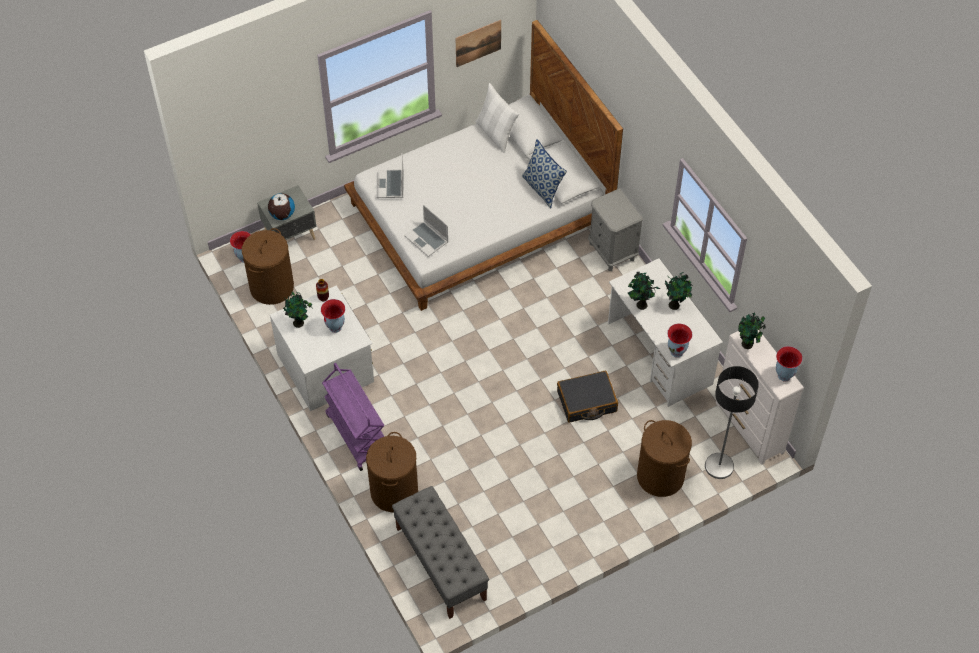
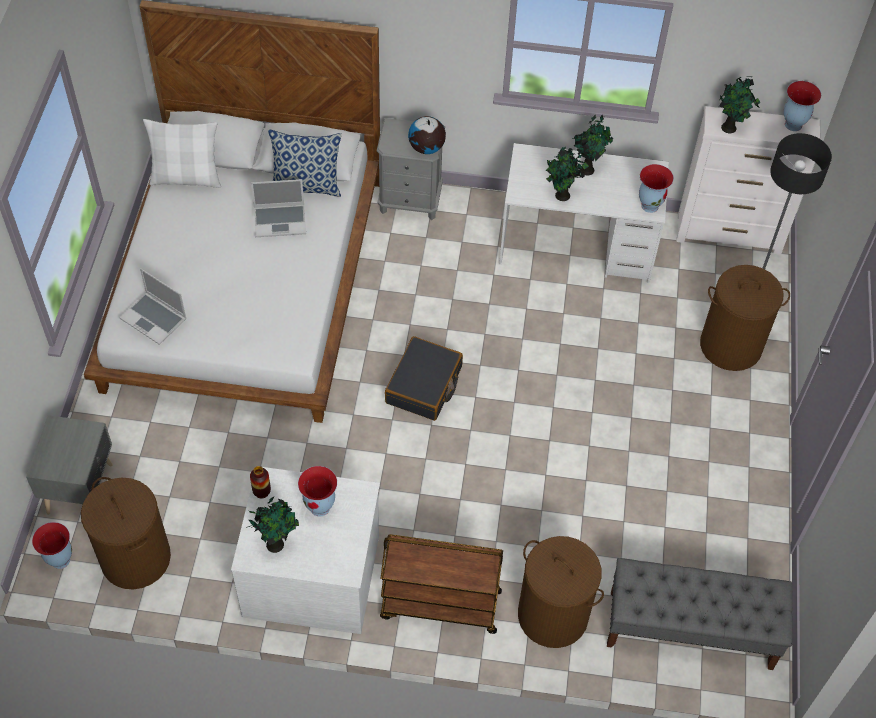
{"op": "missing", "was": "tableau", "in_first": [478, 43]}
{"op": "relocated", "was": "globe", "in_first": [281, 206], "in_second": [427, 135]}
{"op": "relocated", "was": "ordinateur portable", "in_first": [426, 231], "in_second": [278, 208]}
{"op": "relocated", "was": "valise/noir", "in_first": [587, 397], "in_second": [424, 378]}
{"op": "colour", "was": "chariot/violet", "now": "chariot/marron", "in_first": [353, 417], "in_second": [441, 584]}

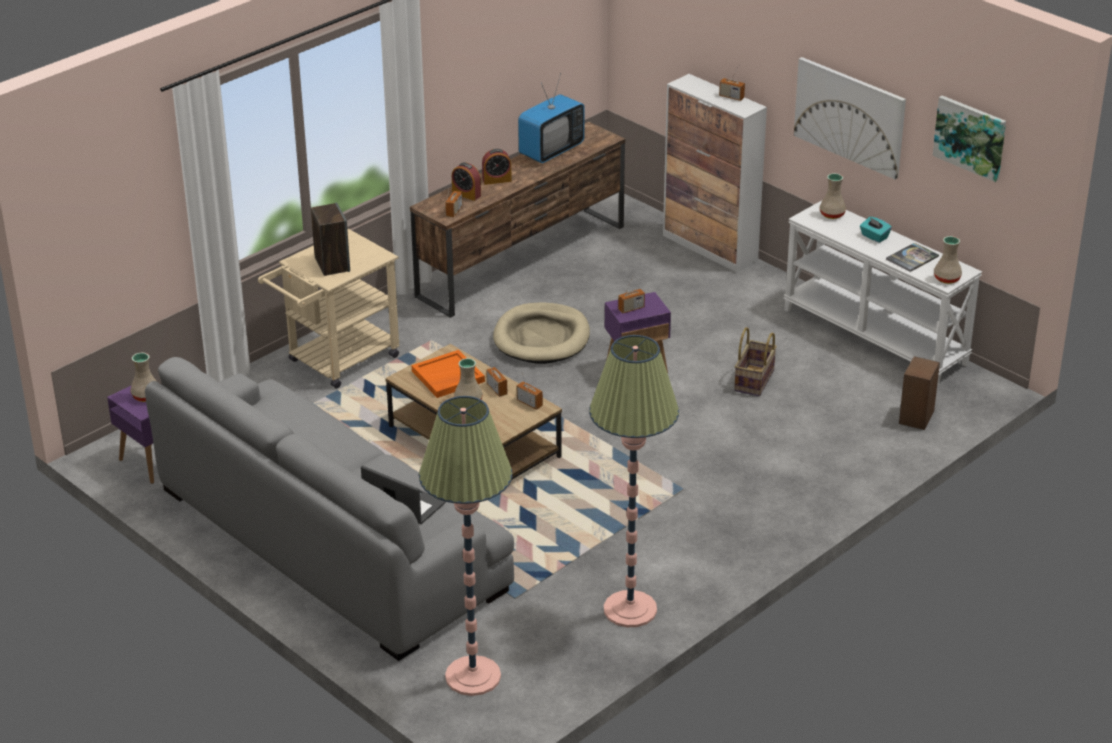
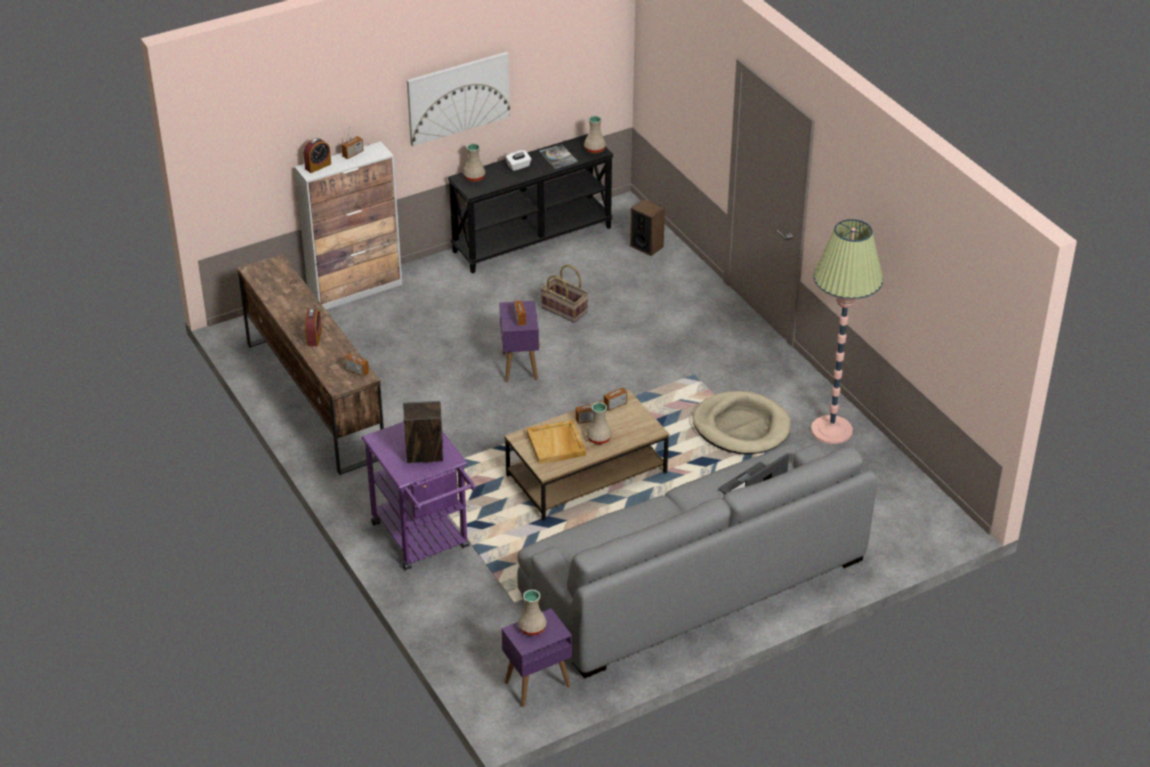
{"op": "missing", "was": "lampadaire", "in_first": [466, 546]}
{"op": "missing", "was": "téléviseur", "in_first": [551, 118]}
{"op": "missing", "was": "tableau", "in_first": [969, 138]}
{"op": "relocated", "was": "réveil", "in_first": [466, 182], "in_second": [317, 155]}
{"op": "relocated", "was": "panier pour chien/beige", "in_first": [541, 333], "in_second": [742, 422]}
{"op": "colour", "was": "chariot/beige", "now": "chariot/violet", "in_first": [328, 308], "in_second": [419, 496]}
{"op": "colour", "was": "plateau/orange", "now": "plateau/beige", "in_first": [448, 374], "in_second": [556, 442]}
{"op": "colour", "was": "table console/blanc", "now": "table console/noir", "in_first": [882, 293], "in_second": [531, 203]}
{"op": "colour", "was": "boîte à mouchoirs/turquoise", "now": "boîte à mouchoirs/blanc", "in_first": [876, 230], "in_second": [518, 160]}

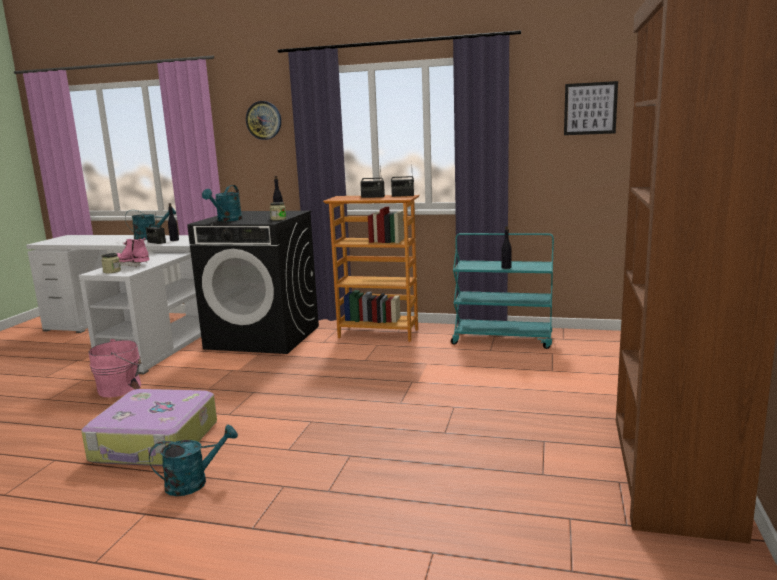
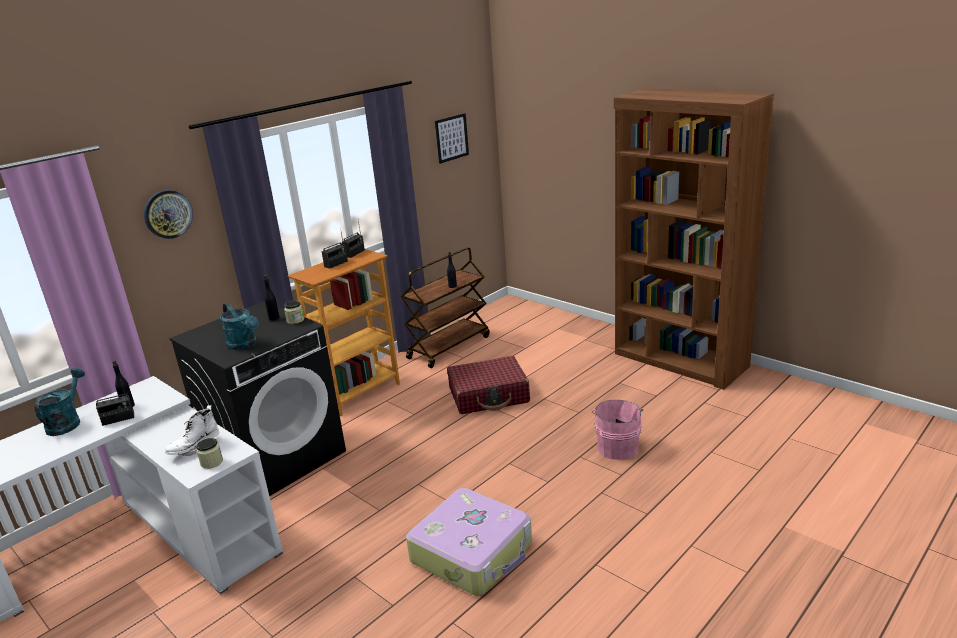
{"op": "missing", "was": "arrosoir/turquoise", "in_first": [193, 460]}
{"op": "appeared", "now": "valise/rouge", "in_second": [488, 385]}
{"op": "relocated", "was": "seau/rose", "in_first": [115, 368], "in_second": [617, 429]}
{"op": "colour", "was": "botte/rose", "now": "botte/blanc", "in_first": [133, 252], "in_second": [192, 430]}
{"op": "colour", "was": "chariot/turquoise", "now": "chariot/marron", "in_first": [502, 291], "in_second": [445, 307]}

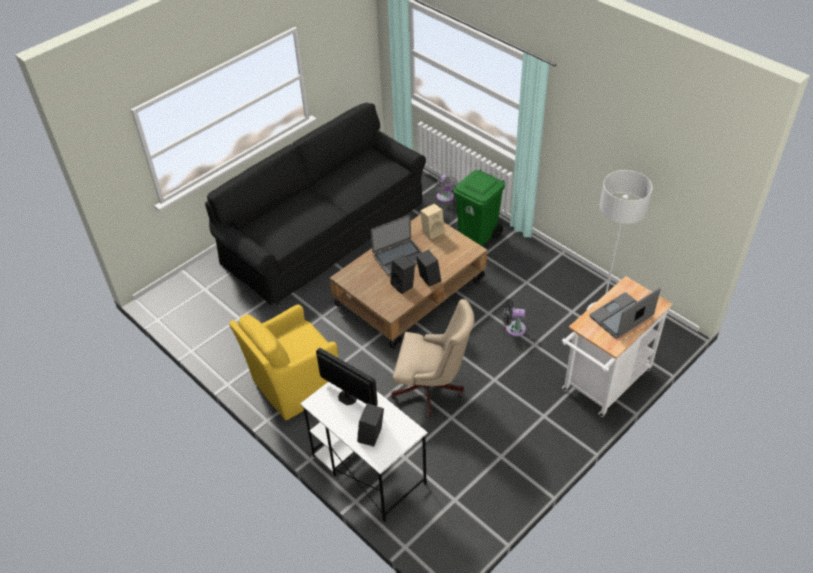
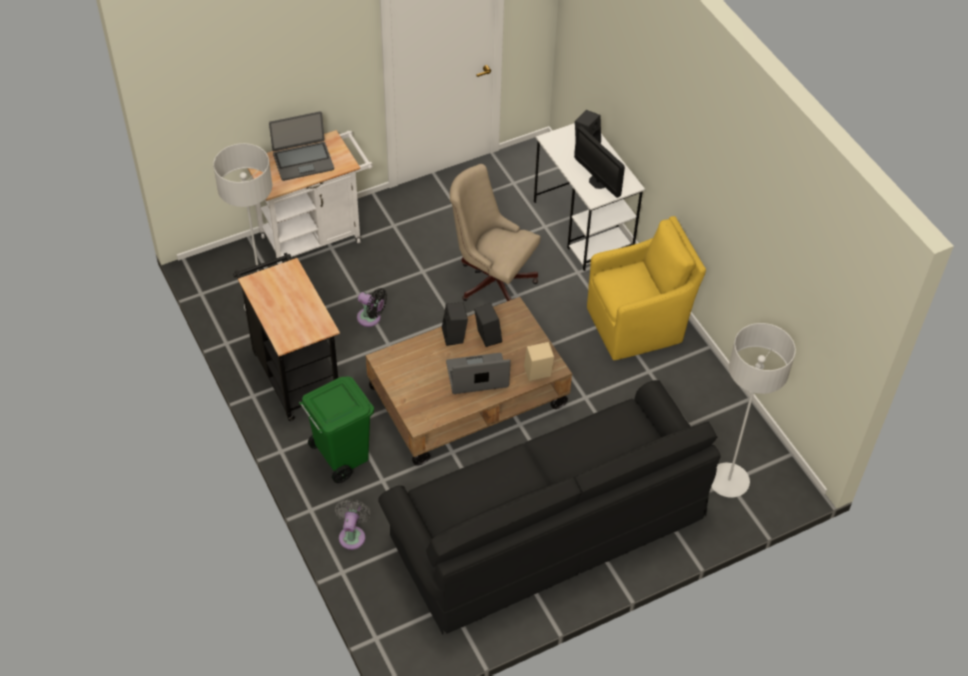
{"op": "appeared", "now": "chariot/noir", "in_second": [286, 337]}
{"op": "appeared", "now": "lampadaire/gris", "in_second": [753, 410]}
{"op": "relocated", "was": "enceinte/beige", "in_first": [432, 222], "in_second": [539, 361]}

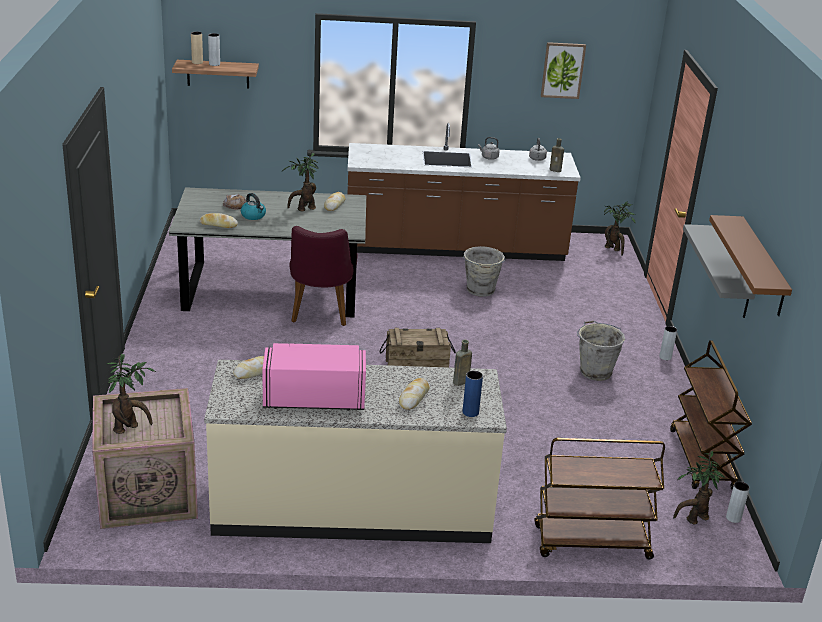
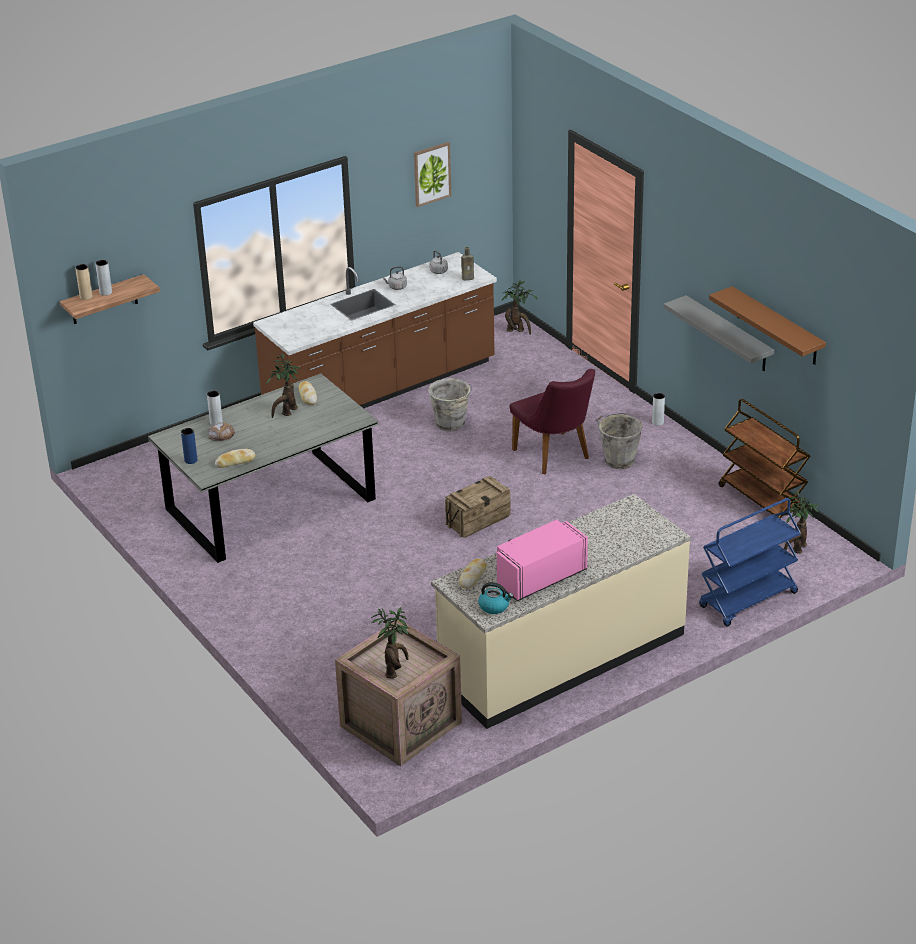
{"op": "missing", "was": "pain", "in_first": [414, 394]}
{"op": "missing", "was": "bouteille/marron", "in_first": [462, 363]}
{"op": "relocated", "was": "bouilloire", "in_first": [253, 206], "in_second": [495, 598]}
{"op": "relocated", "was": "chaise/violet", "in_first": [324, 276], "in_second": [552, 421]}
{"op": "relocated", "was": "vase/bleu", "in_first": [473, 394], "in_second": [189, 446]}
{"op": "relocated", "was": "vase/gris", "in_first": [738, 502], "in_second": [215, 408]}
{"op": "colour", "was": "chariot/marron", "now": "chariot/bleu", "in_first": [599, 499], "in_second": [750, 562]}

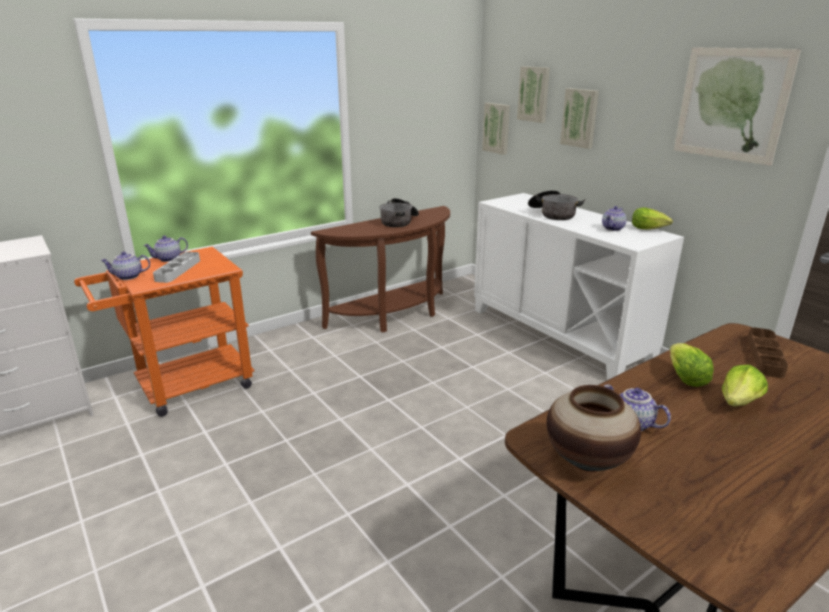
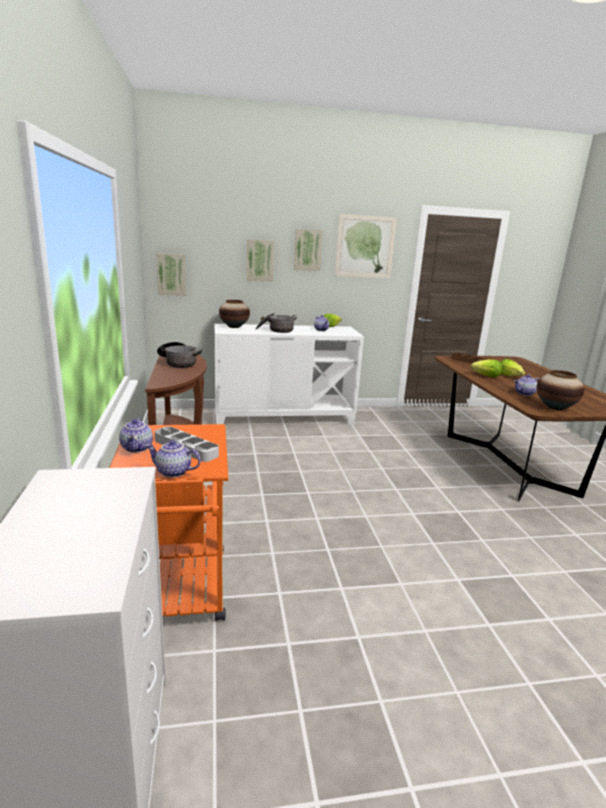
{"op": "appeared", "now": "vase", "in_second": [234, 314]}
{"op": "relocated", "was": "tableau", "in_first": [533, 94], "in_second": [308, 250]}
{"op": "spun", "was": "théière", "in_first": [125, 265], "in_second": [173, 459], "clockwise": 90}

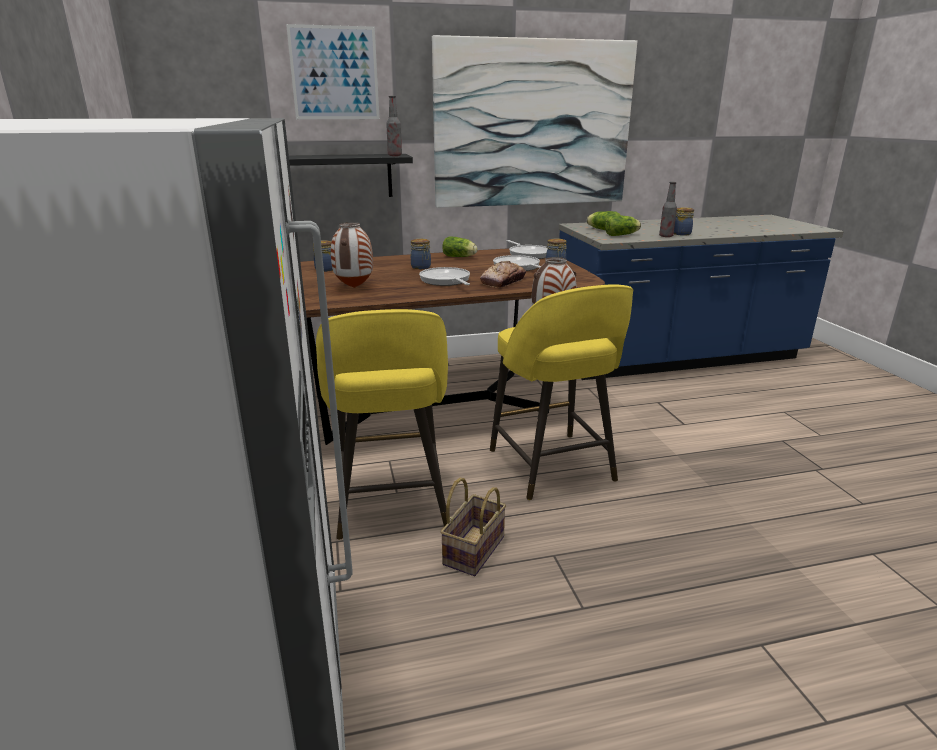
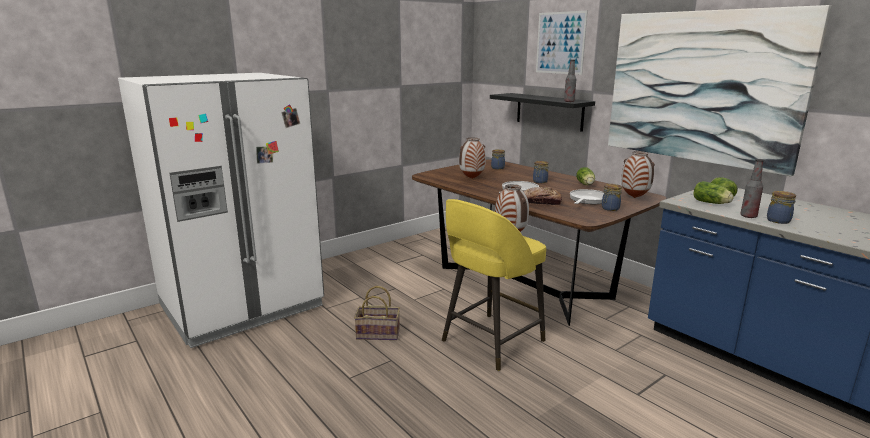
{"op": "missing", "was": "tabouret/jaune", "in_first": [382, 424]}
{"op": "exchanged", "was": "poêle", "now": "vase", "in_first": [526, 249], "in_second": [638, 174]}

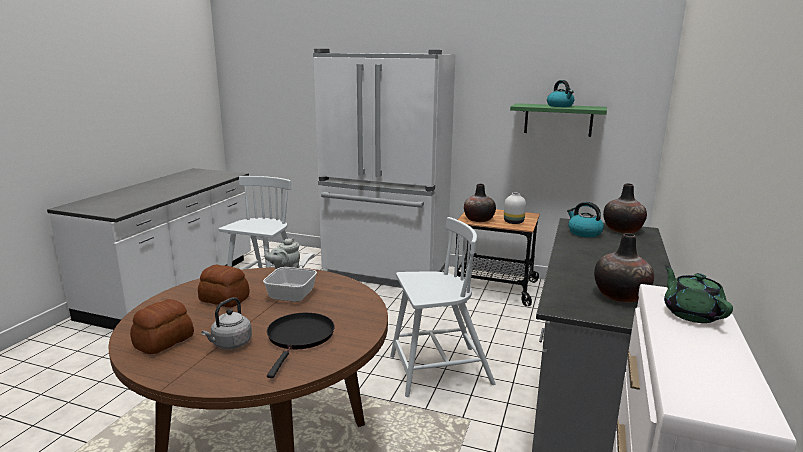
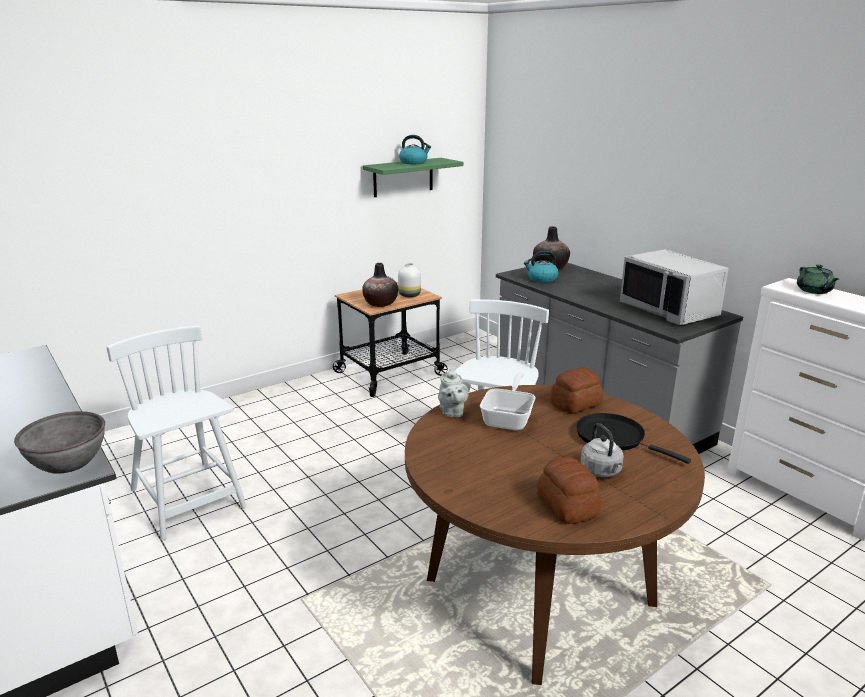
{"op": "missing", "was": "réfrigérateur/blanc", "in_first": [384, 168]}
{"op": "appeared", "now": "bol/gris", "in_second": [59, 442]}
{"op": "relocated", "was": "pain", "in_first": [223, 286], "in_second": [576, 390]}
{"op": "exchanged", "was": "vase", "now": "micro-ondes/gris", "in_first": [624, 267], "in_second": [674, 287]}
{"op": "spun", "was": "poêle", "in_first": [290, 277], "in_second": [507, 401], "clockwise": 60}
{"op": "spun", "was": "théière/vert", "in_first": [698, 294], "in_second": [818, 279], "clockwise": -120}

